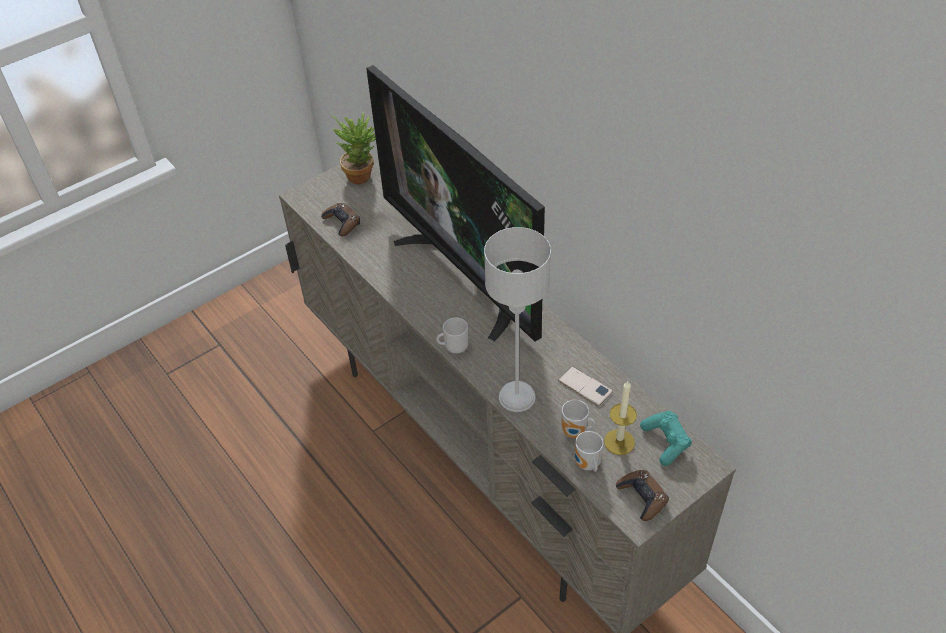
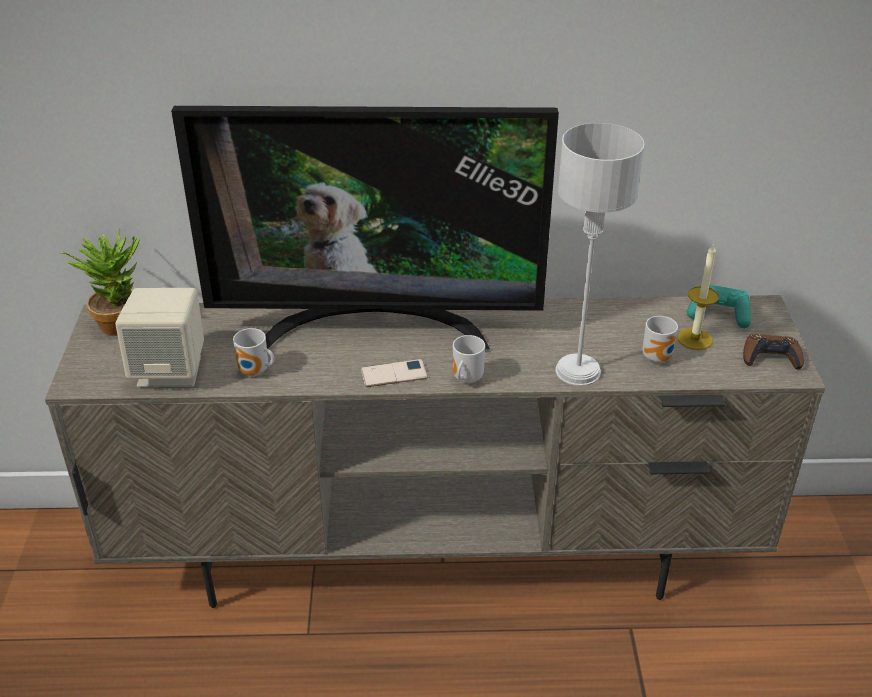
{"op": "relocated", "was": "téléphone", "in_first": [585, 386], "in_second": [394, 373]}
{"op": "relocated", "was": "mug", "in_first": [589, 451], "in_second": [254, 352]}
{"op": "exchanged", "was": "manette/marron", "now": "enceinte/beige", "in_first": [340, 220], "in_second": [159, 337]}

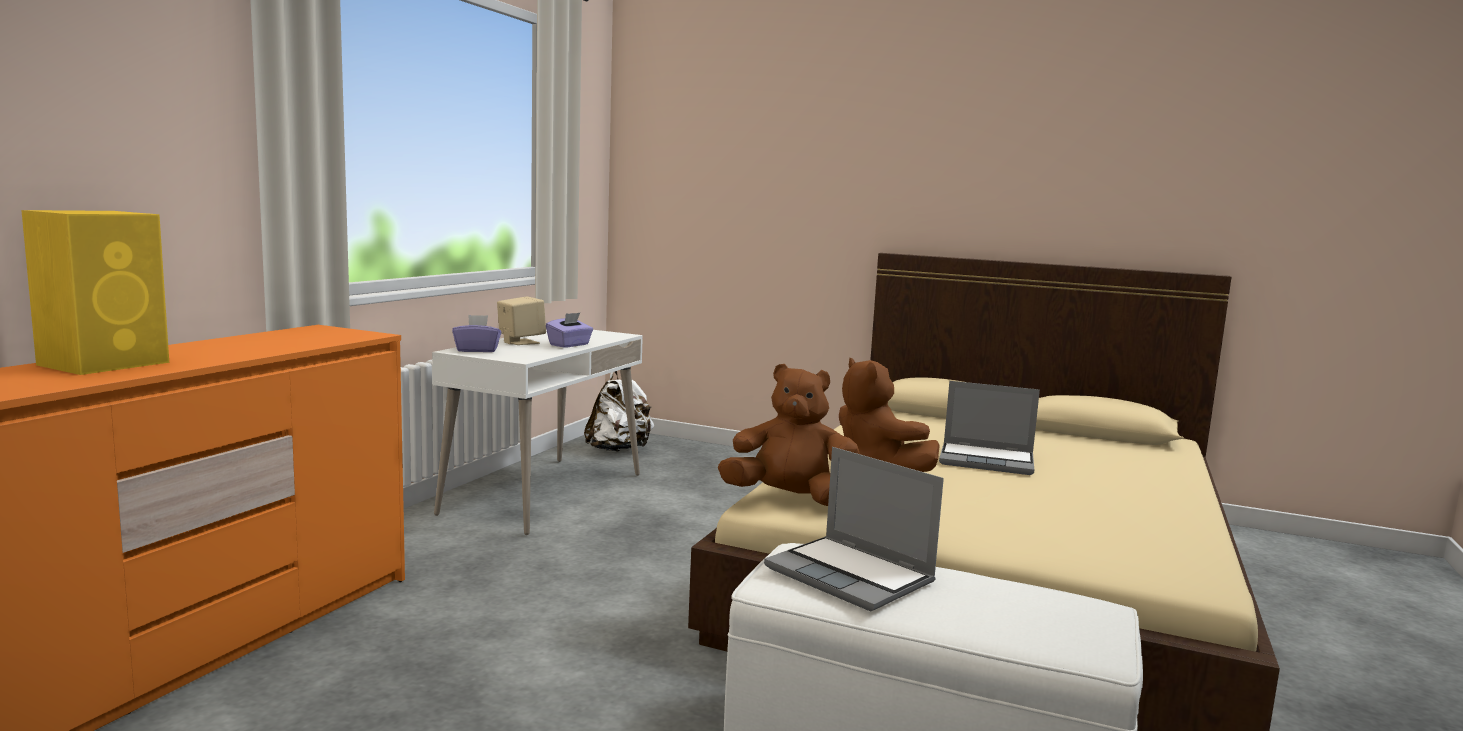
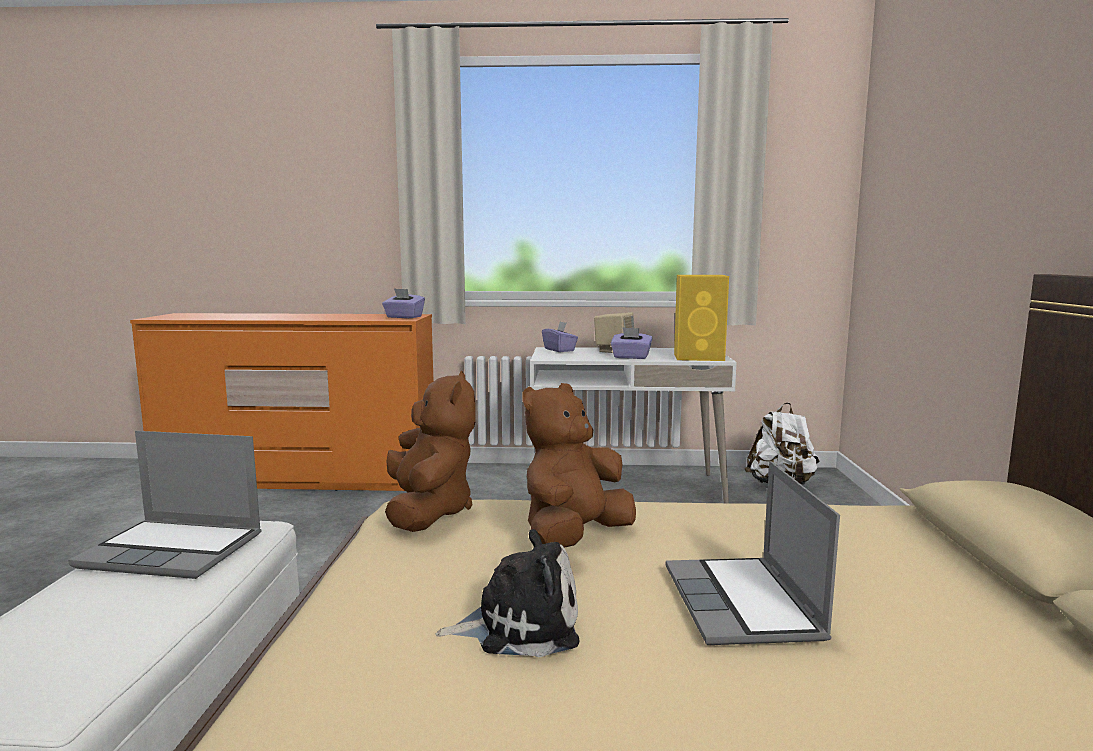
{"op": "appeared", "now": "boîte à mouchoirs/violet", "in_second": [403, 303]}
{"op": "appeared", "now": "peluche", "in_second": [507, 593]}
{"op": "relocated", "was": "enceinte/jaune", "in_first": [95, 292], "in_second": [701, 318]}
{"op": "spun", "was": "ordinateur portable", "in_first": [854, 529], "in_second": [164, 505], "clockwise": -105}

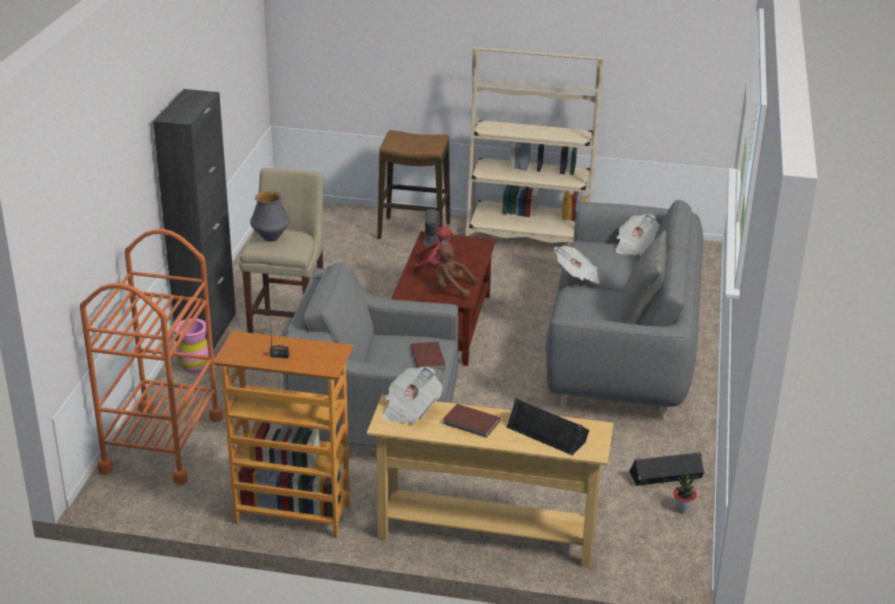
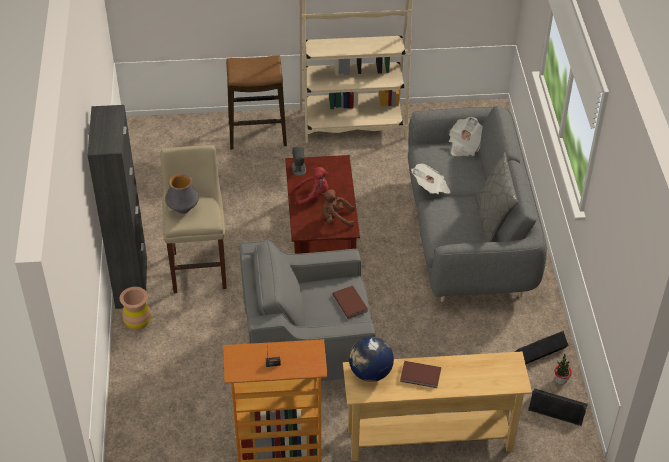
{"op": "missing", "was": "chariot/orange", "in_first": [151, 357]}
{"op": "relocated", "was": "enceinte/noir", "in_first": [548, 427], "in_second": [558, 407]}
{"op": "exchanged", "was": "journal", "now": "globe", "in_first": [412, 395], "in_second": [371, 359]}
{"op": "colour", "was": "vase/rose", "now": "vase/marron", "in_first": [191, 345], "in_second": [135, 308]}

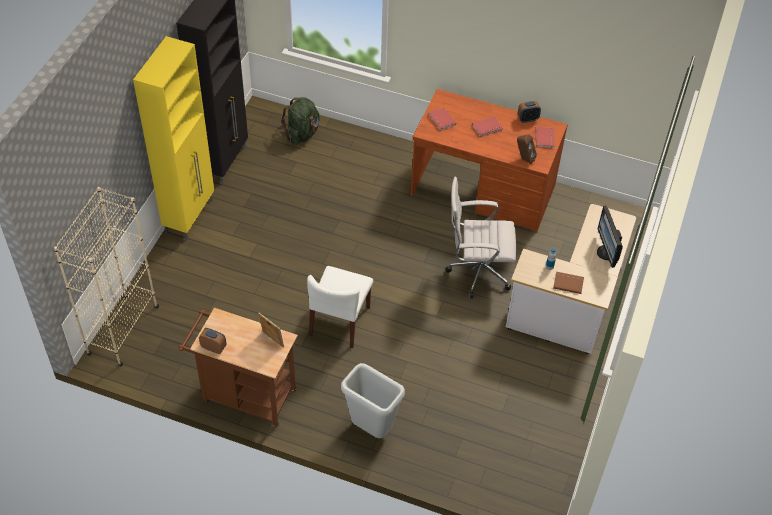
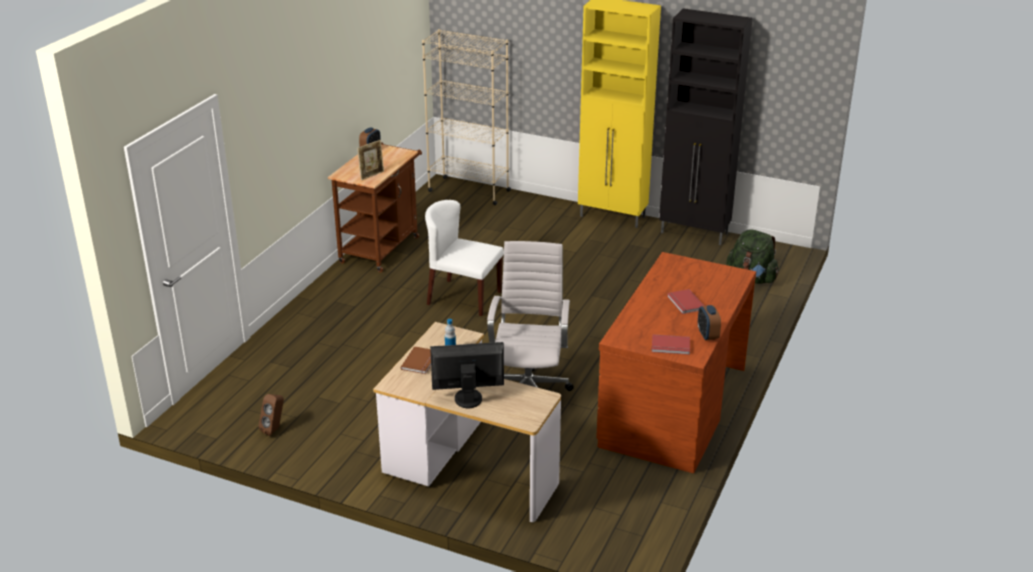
{"op": "missing", "was": "poubelle/gris", "in_first": [373, 400]}
{"op": "missing", "was": "livre/rouge", "in_first": [442, 119]}
{"op": "relocated", "was": "enceinte/marron", "in_first": [527, 149], "in_second": [271, 415]}

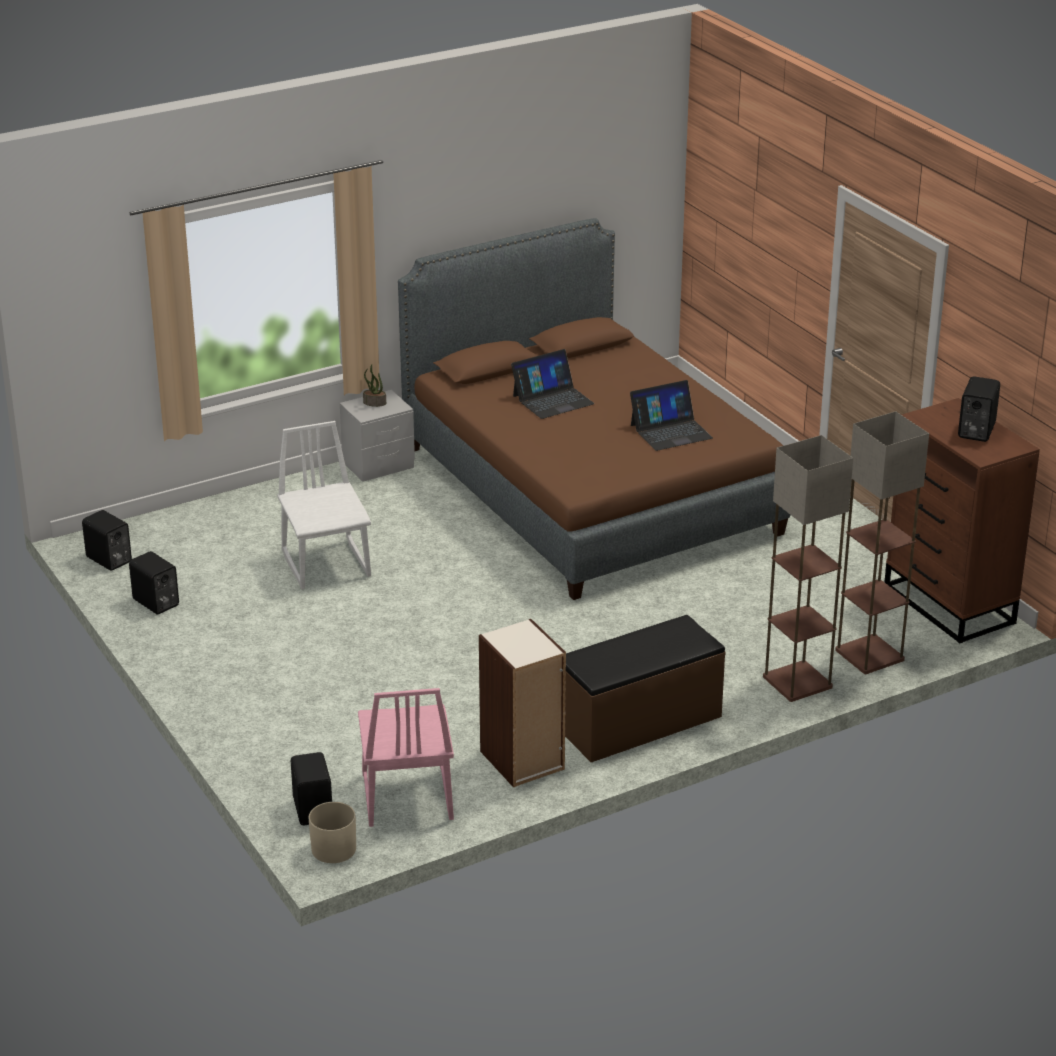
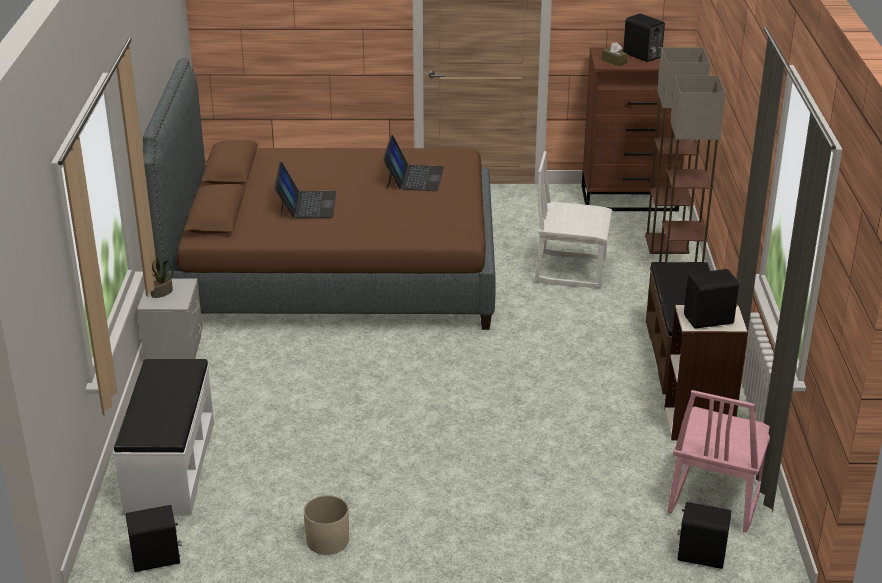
{"op": "appeared", "now": "banc/blanc", "in_second": [164, 437]}
{"op": "appeared", "now": "boîte à mouchoirs/marron", "in_second": [615, 54]}
{"op": "relocated", "was": "enceinte/noir", "in_first": [154, 582], "in_second": [711, 299]}
{"op": "relocated", "was": "chaise/blanc", "in_first": [324, 505], "in_second": [573, 219]}
{"op": "relocated", "was": "cache-pot/beige", "in_first": [332, 832], "in_second": [326, 525]}
{"op": "spun", "was": "chaise/rose", "in_first": [406, 757], "in_second": [718, 461], "clockwise": 90}

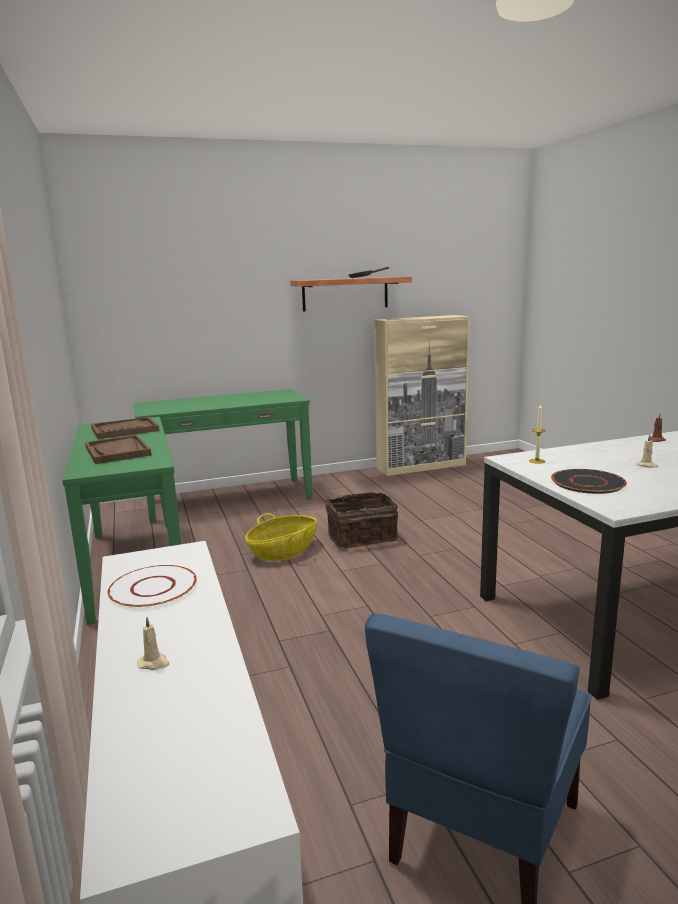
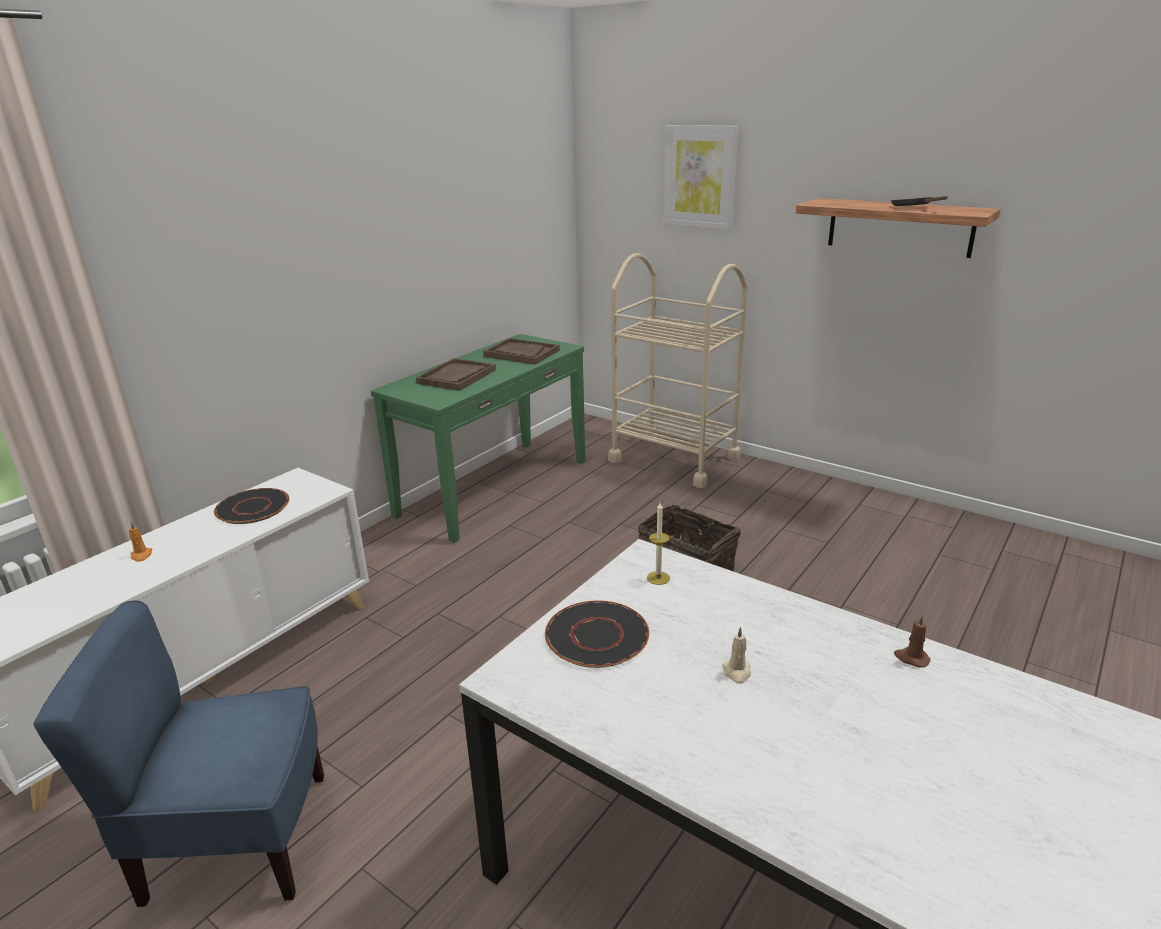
{"op": "missing", "was": "panier", "in_first": [281, 537]}
{"op": "missing", "was": "meuble de rangement/beige", "in_first": [422, 395]}
{"op": "appeared", "now": "tableau", "in_second": [701, 177]}
{"op": "exchanged", "was": "table console/vert", "now": "chariot/beige", "in_first": [223, 456], "in_second": [678, 370]}
{"op": "colour", "was": "assiette/blanc", "now": "assiette/noir", "in_first": [152, 586], "in_second": [251, 506]}
{"op": "colour", "was": "bougie/beige", "now": "bougie/orange", "in_first": [153, 643], "in_second": [140, 542]}

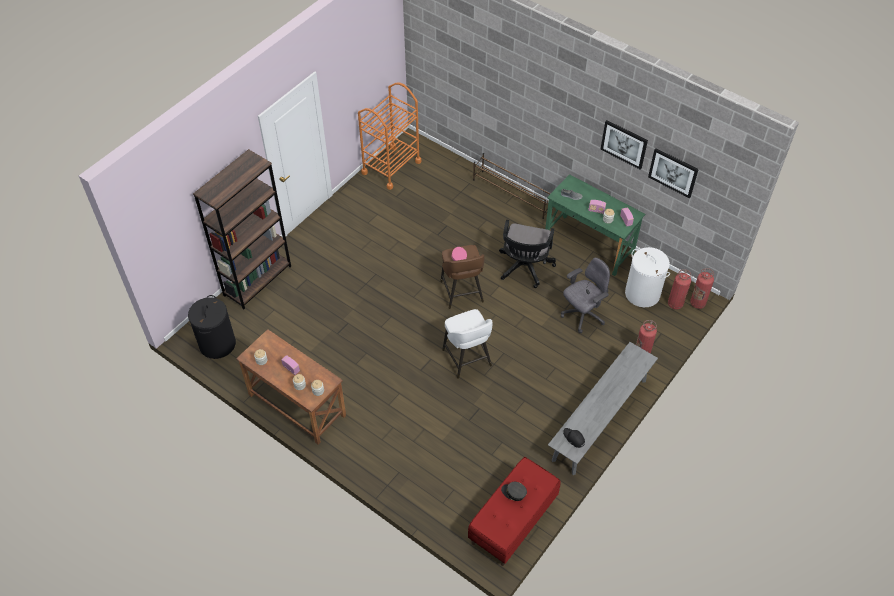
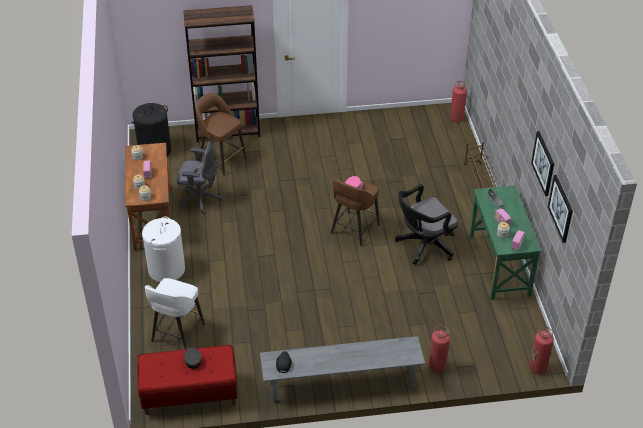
{"op": "missing", "was": "chariot/orange", "in_first": [389, 136]}
{"op": "appeared", "now": "tabouret/marron", "in_second": [221, 134]}
{"op": "relocated", "was": "tabouret/blanc", "in_first": [467, 344], "in_second": [175, 313]}
{"op": "relocated", "was": "chaise de bureau/gris", "in_first": [585, 295], "in_second": [199, 177]}
{"op": "relocated", "was": "panier à linge/blanc", "in_first": [647, 277], "in_second": [163, 249]}
{"op": "relocated", "was": "extincteur", "in_first": [679, 289], "in_second": [458, 101]}

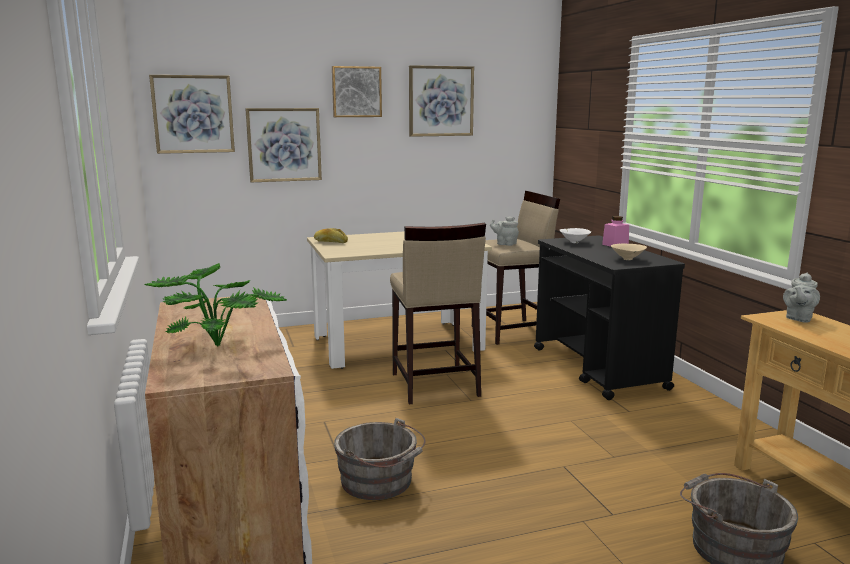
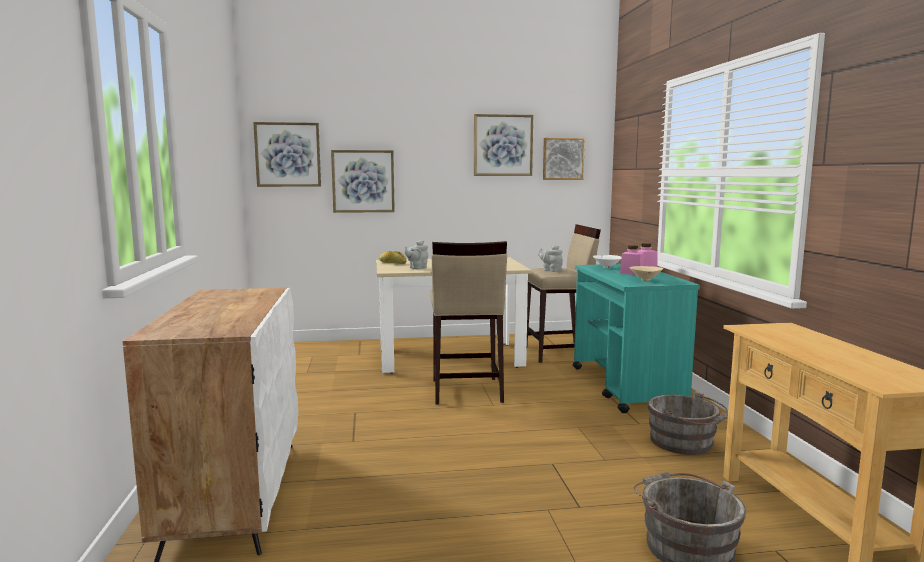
{"op": "missing", "was": "plante en pot", "in_first": [216, 305]}
{"op": "appeared", "now": "bocal/rose", "in_second": [631, 260]}
{"op": "relocated", "was": "tableau", "in_first": [357, 91], "in_second": [564, 159]}
{"op": "relocated", "was": "seau/gris", "in_first": [380, 459], "in_second": [688, 423]}
{"op": "relocated", "was": "théière/gris", "in_first": [801, 297], "in_second": [416, 255]}
{"op": "colour", "was": "chariot/noir", "now": "chariot/turquoise", "in_first": [609, 317], "in_second": [636, 338]}

